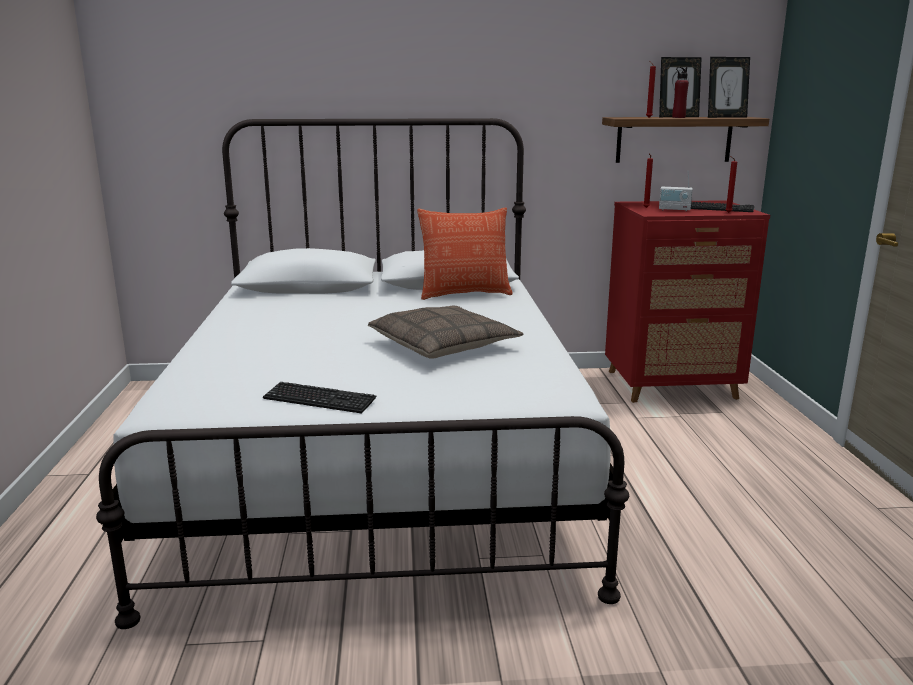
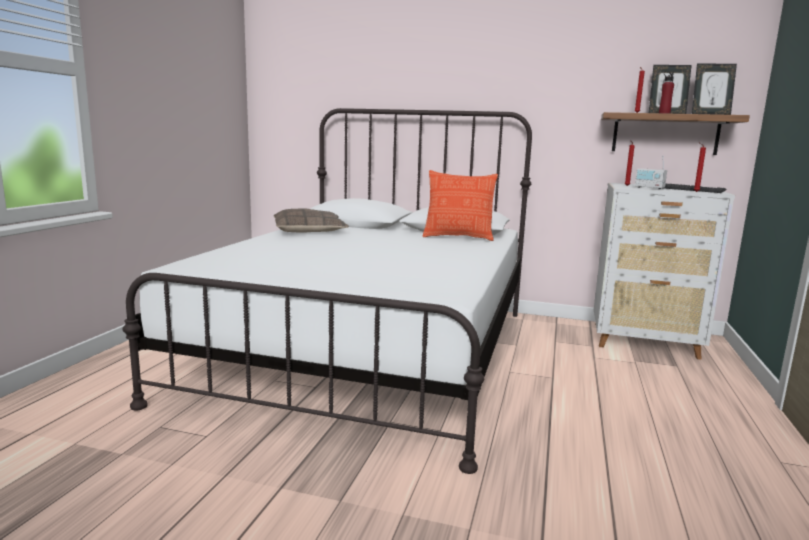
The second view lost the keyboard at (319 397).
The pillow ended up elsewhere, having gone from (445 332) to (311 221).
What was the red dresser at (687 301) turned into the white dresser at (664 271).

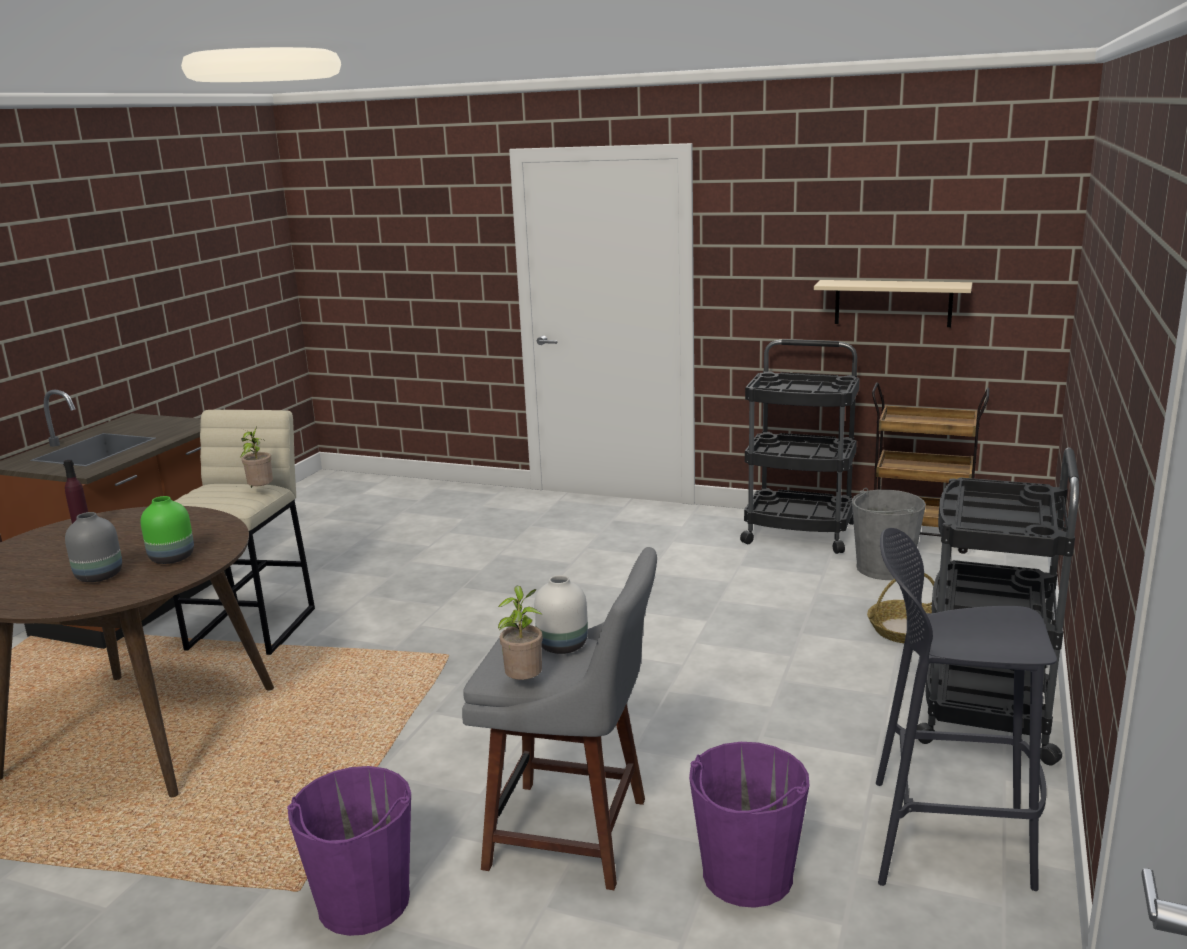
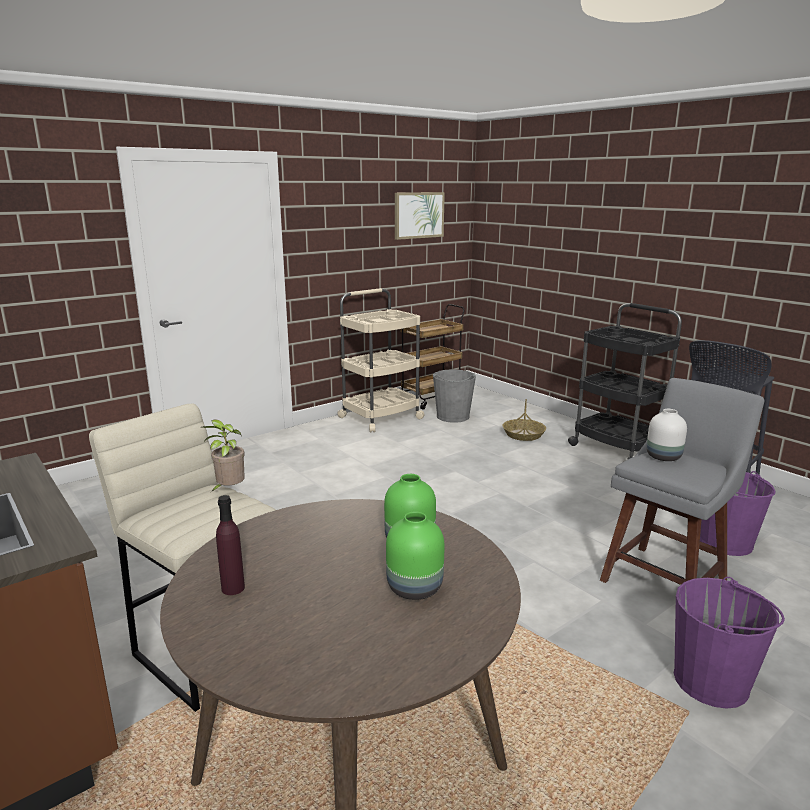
The second view lost the potted plant at (520 633).
The second view lost the beige shelf at (893 303).
The second view gained the picture at (420 216).
What was the grey vase at (93 547) turned into the green vase at (415 555).
What was the black cart at (800 446) turned into the beige cart at (381 360).

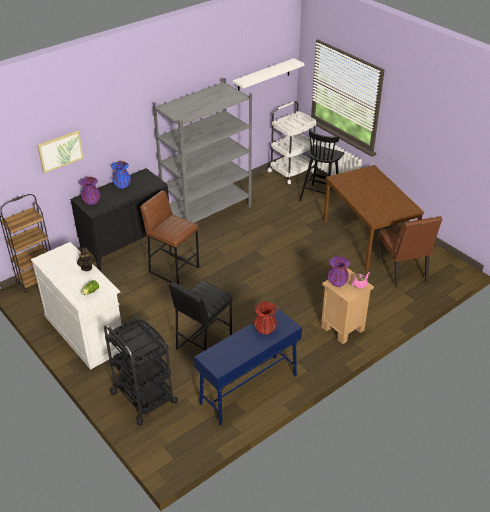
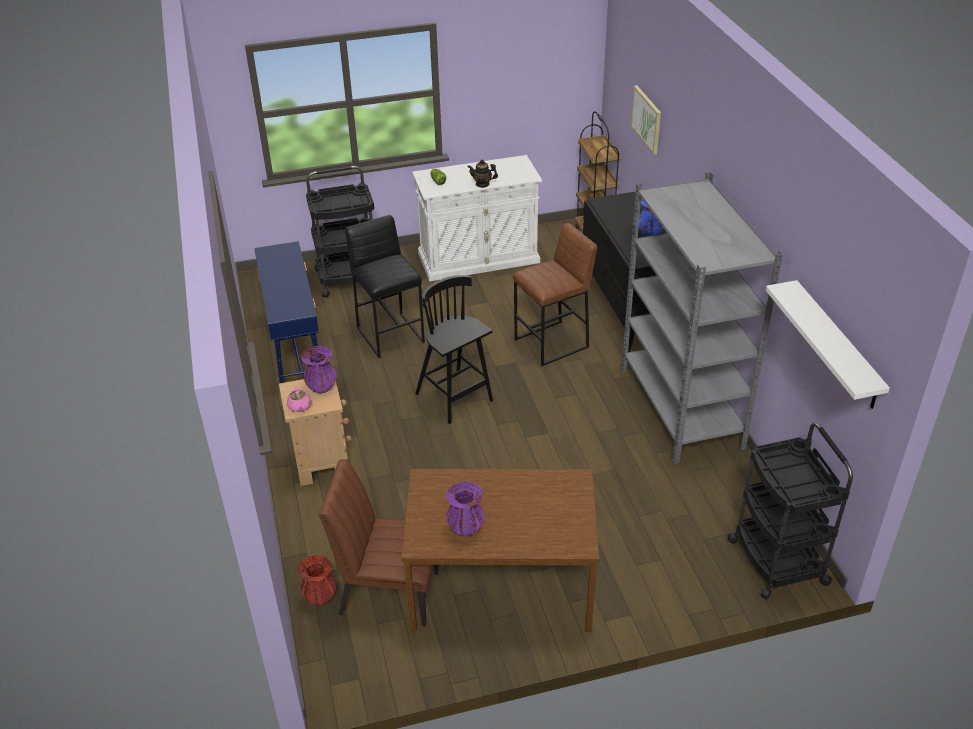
The purple vase ended up elsewhere, having gone from (89 191) to (465 509).
The red vase ended up elsewhere, having gone from (265 318) to (317 580).
The black stool ended up elsewhere, having gone from (322 165) to (454 349).
What was the white cart at (291 142) turned into the black cart at (790 511).

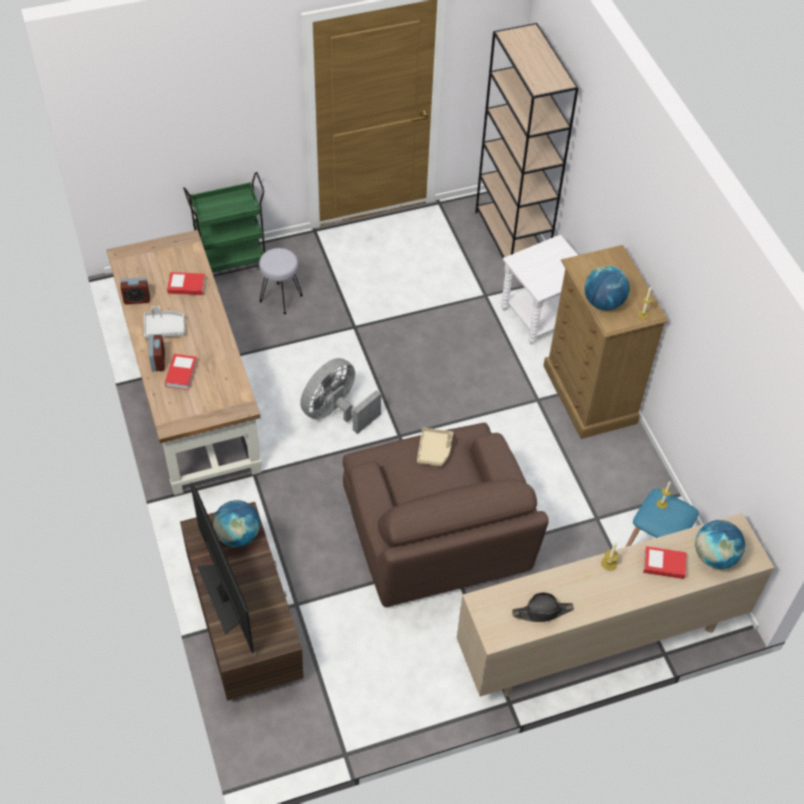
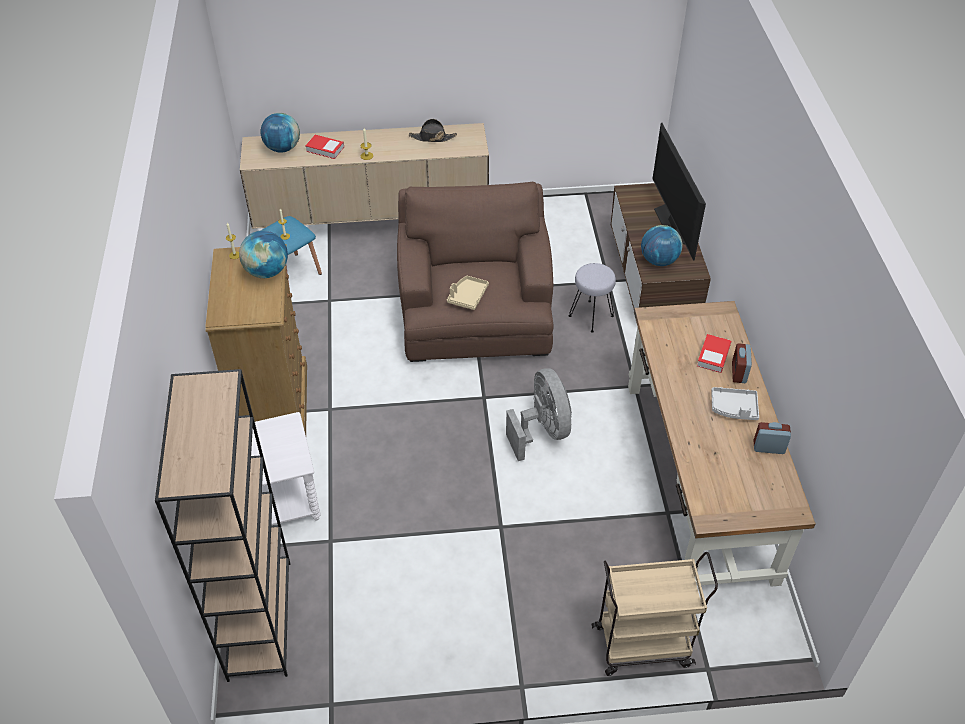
The second view lost the book at (186 283).
The grey stool ended up elsewhere, having gone from (281 281) to (592 297).
What was the green cart at (224 225) turned into the beige cart at (655 614).
The grey fan at (340 396) ended up facing another way, 75 degrees counterclockwise from before.

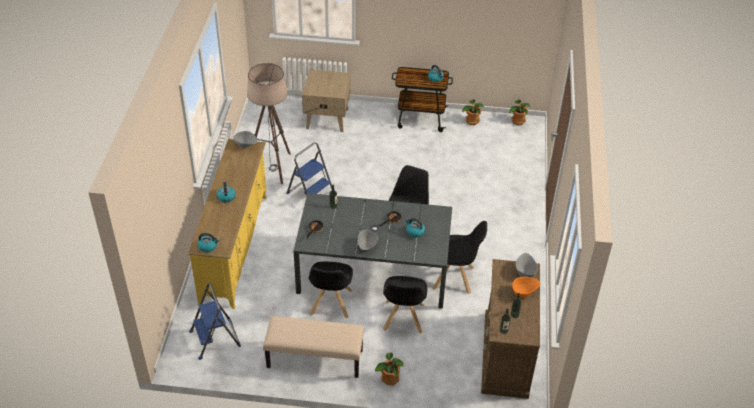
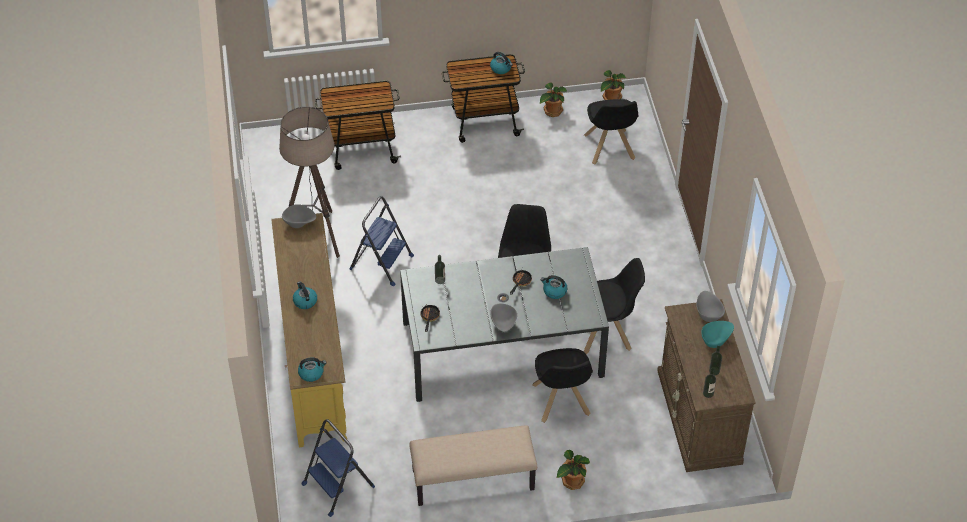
The black chair ended up elsewhere, having gone from (330 290) to (611 132).
Where the beige nightstand stood at (326 100), the cart came to stand at (358 125).
What was the orange bowl at (526 287) turned into the turquoise bowl at (717 334).

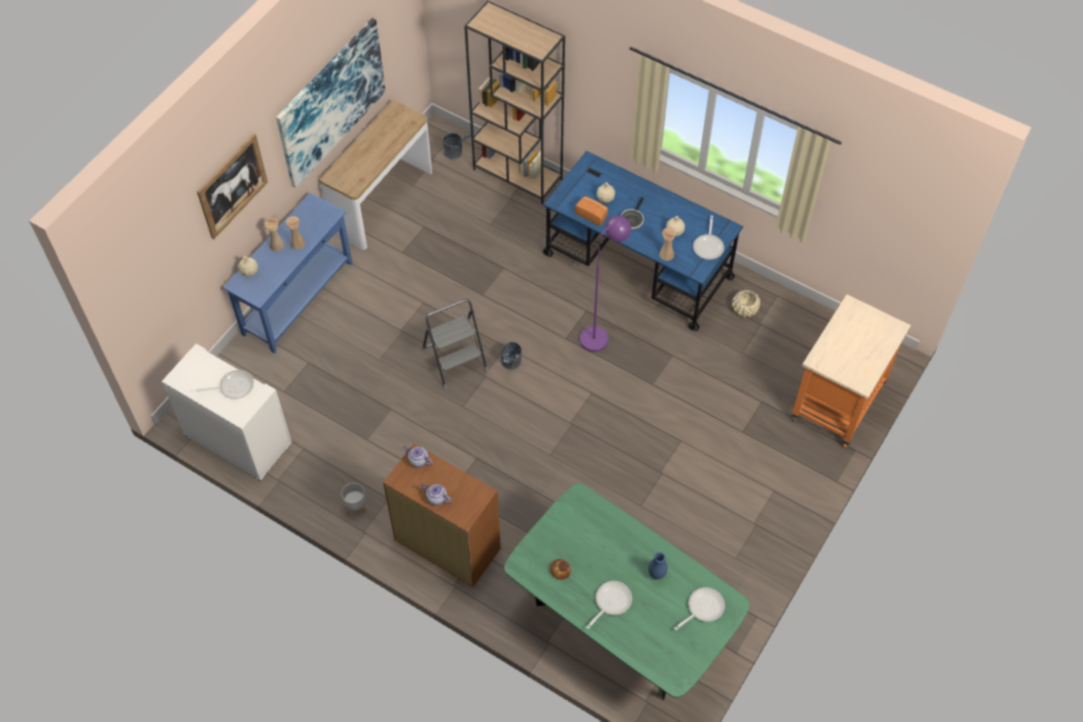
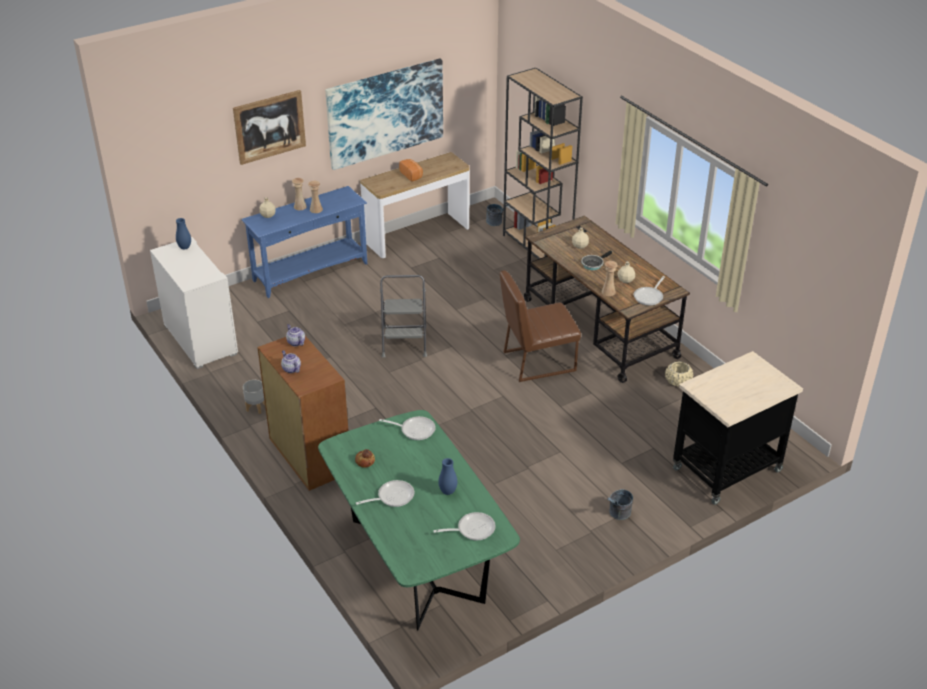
The second view gained the blue vase at (183 234).
The frying pan ended up elsewhere, having gone from (225 384) to (407 428).
The grey bucket ended up elsewhere, having gone from (511 356) to (620 504).
The bread ended up elsewhere, having gone from (591 211) to (411 170).
Where the purple floor lamp stood at (605 284), the brown chair came to stand at (540 326).
What was the blue desk at (643 241) turned into the brown desk at (607 299).
What was the orange cart at (851 371) turned into the black cart at (738 428).

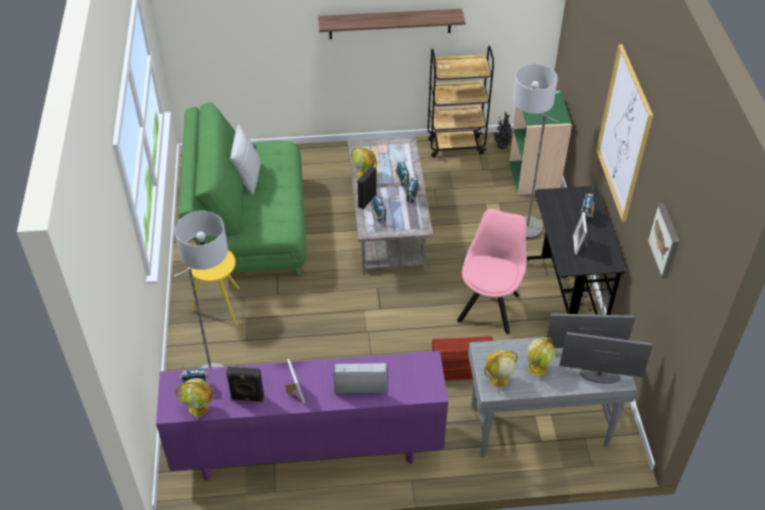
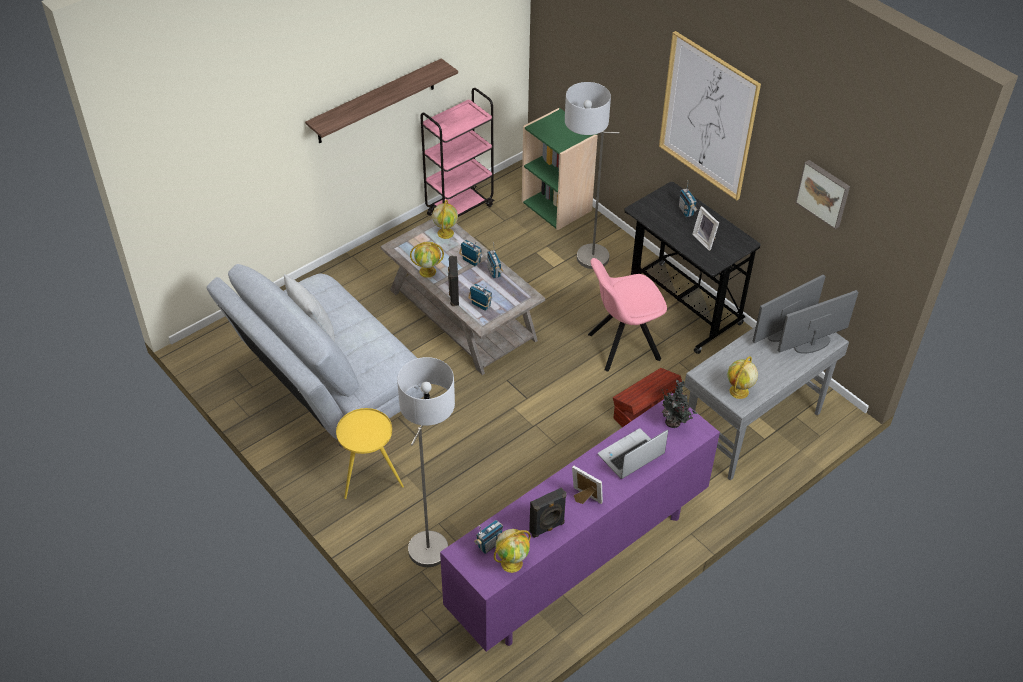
The potted plant ended up elsewhere, having gone from (503 130) to (680 404).
The globe ended up elsewhere, having gone from (541 356) to (445 219).
What was the green sofa at (242 189) turned into the grey sofa at (315 355).
What was the brown cart at (460 101) turned into the pink cart at (458 152).
The pink chair at (492 271) ended up facing another way, 90 degrees counterclockwise from before.

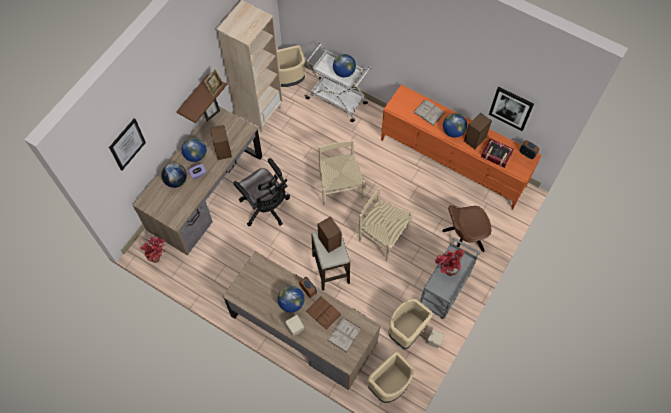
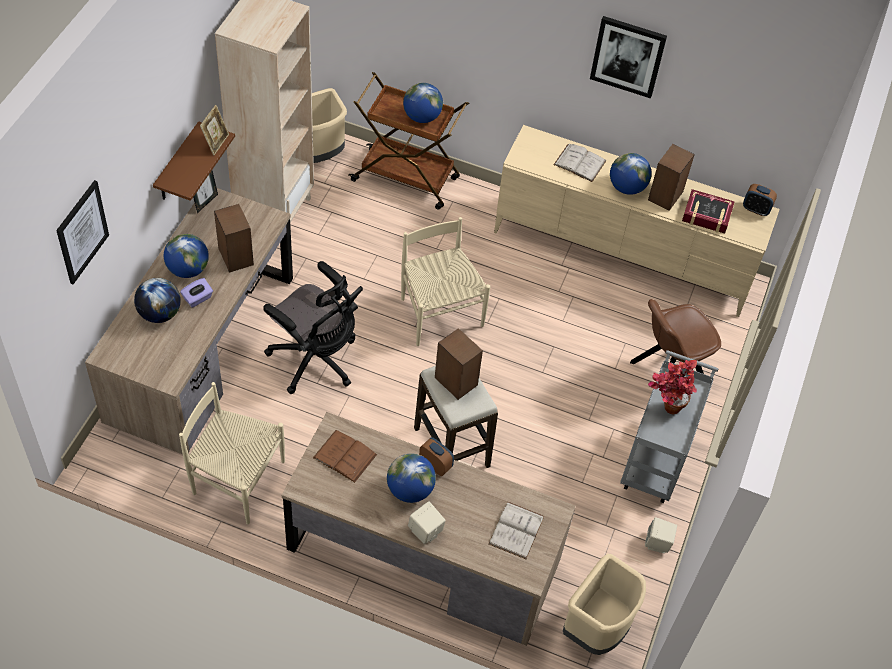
The second view lost the potted plant at (152 250).
The second view lost the beige trash can at (411 324).
The brown book ended up elsewhere, having gone from (323 313) to (345 456).
The beige chair ended up elsewhere, having gone from (385 224) to (232 453).
The picture ended up elsewhere, having gone from (511 108) to (628 57).
What was the white cart at (337 82) turned into the brown cart at (408 141).
What was the orange cabinet at (461 147) turned into the beige cabinet at (637 221).

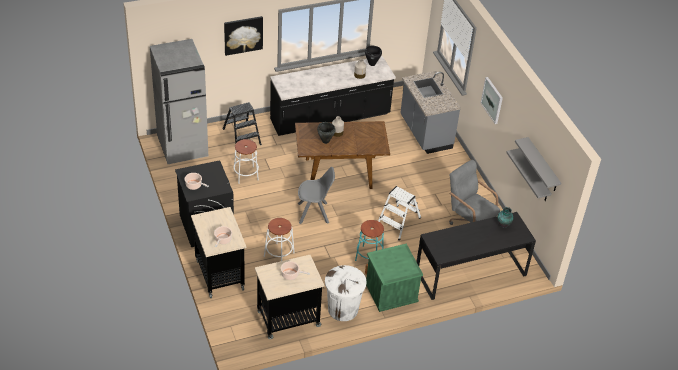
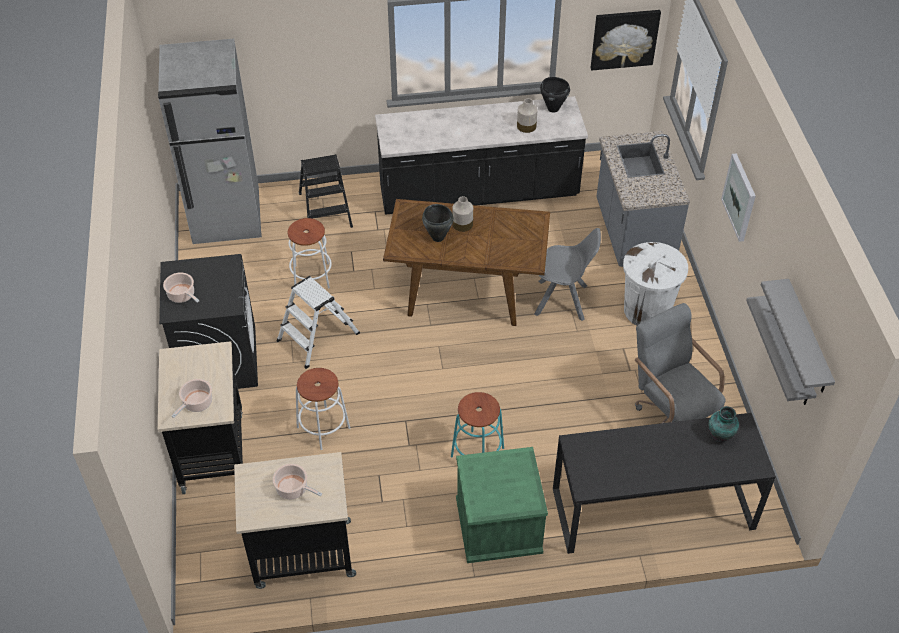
The picture ended up elsewhere, having gone from (243 36) to (626 40).
The grey chair ended up elsewhere, having gone from (316 195) to (567 274).
The white trash can ended up elsewhere, having gone from (345 293) to (655 284).
The white step ladder ended up elsewhere, having gone from (399 213) to (318 322).

